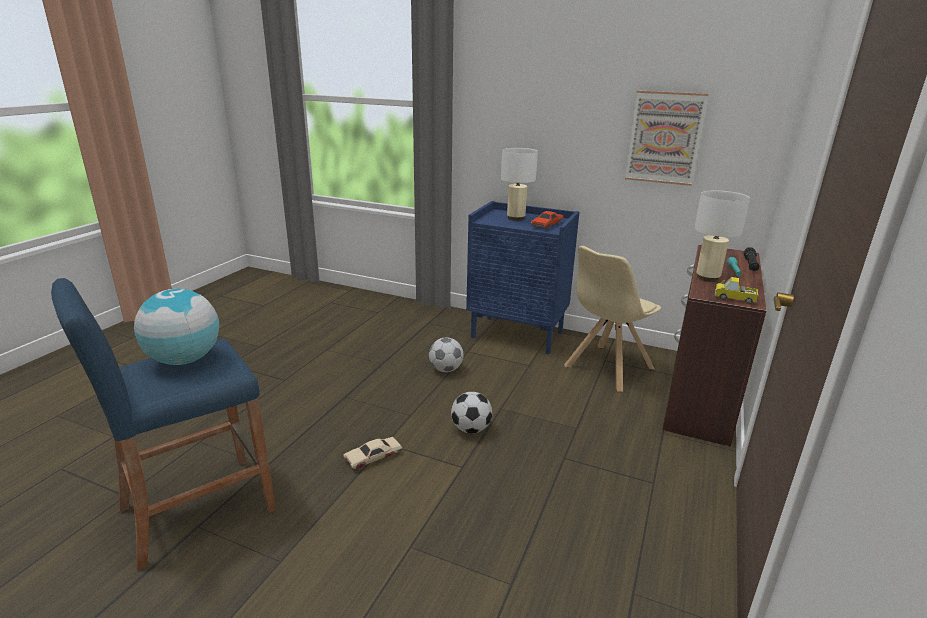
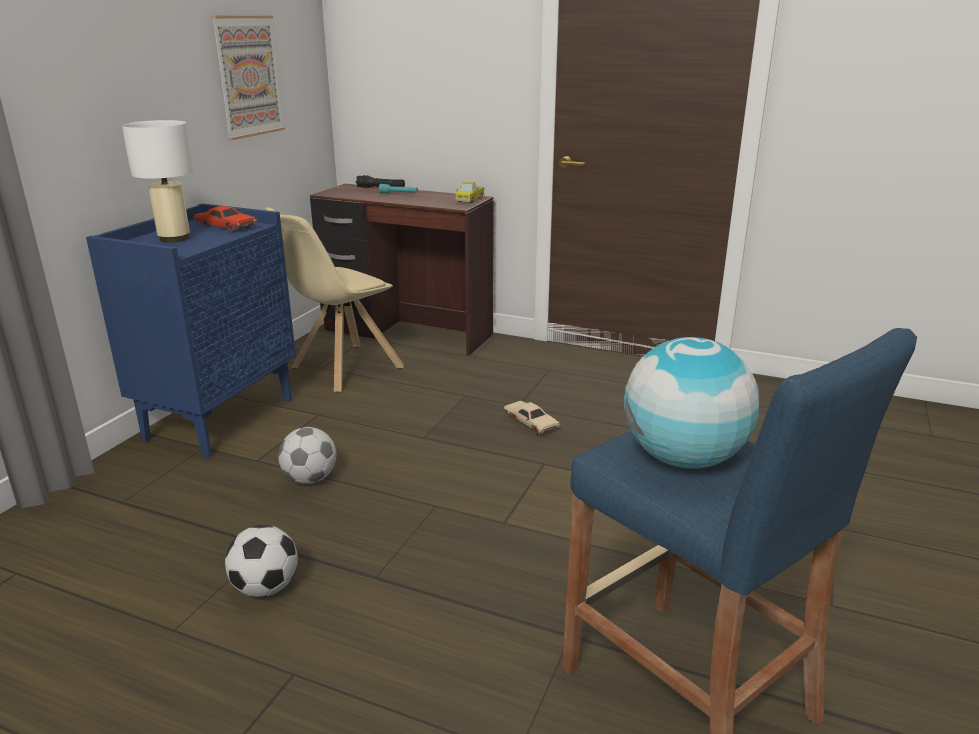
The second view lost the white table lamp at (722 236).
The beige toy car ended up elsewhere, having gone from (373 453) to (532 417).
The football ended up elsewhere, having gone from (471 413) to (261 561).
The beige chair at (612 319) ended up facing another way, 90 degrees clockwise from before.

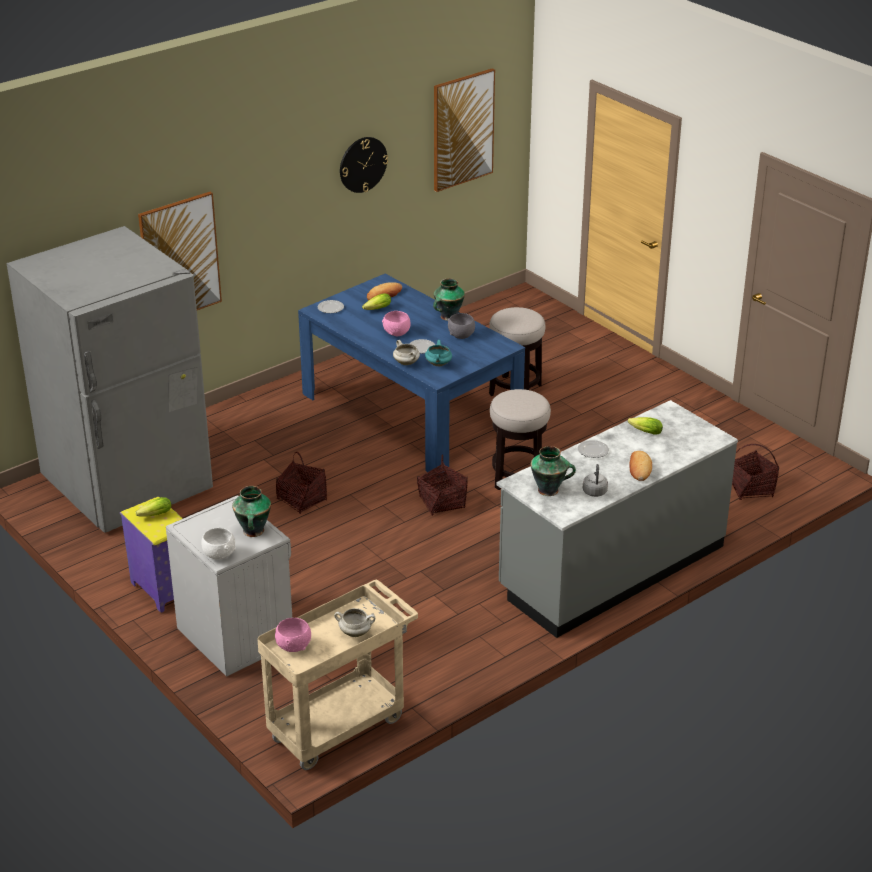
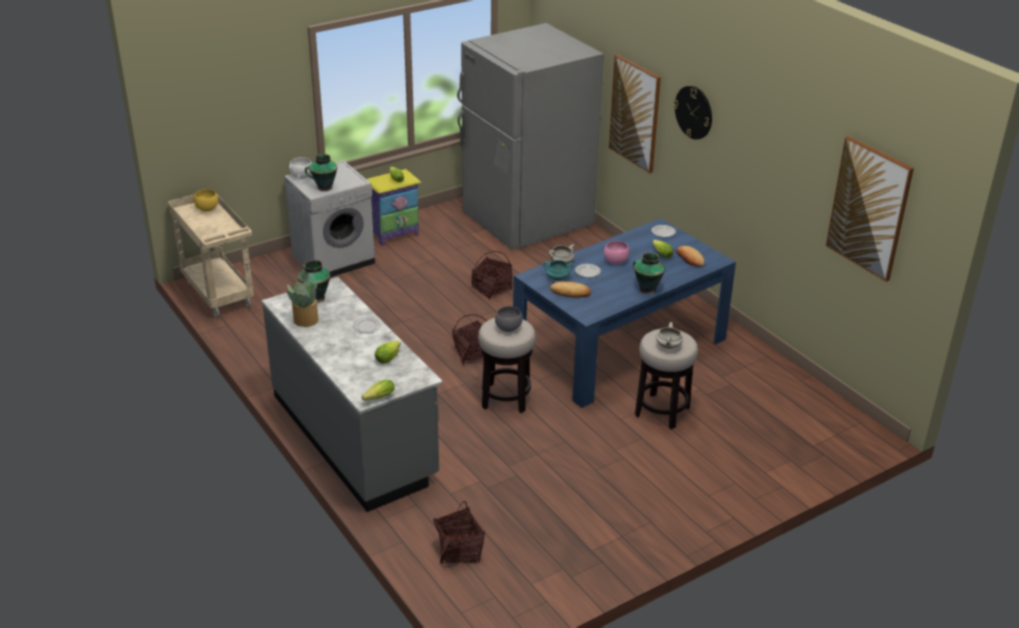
The second view gained the lettuce at (378 390).
The white cooking pot ended up elsewhere, having gone from (354 622) to (669 335).
The wall clock ended up elsewhere, having gone from (364 165) to (693 113).
The grey bowl ended up elsewhere, having gone from (461 326) to (509 319).
The bread ended up elsewhere, having gone from (640 466) to (570 289).
Where the grey kettle stood at (595 480), the potted plant came to stand at (302 304).
What was the pink bowl at (293 635) turned into the yellow bowl at (206 200).

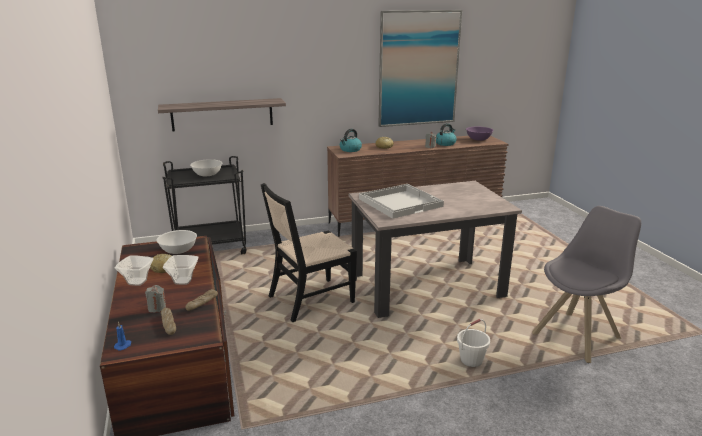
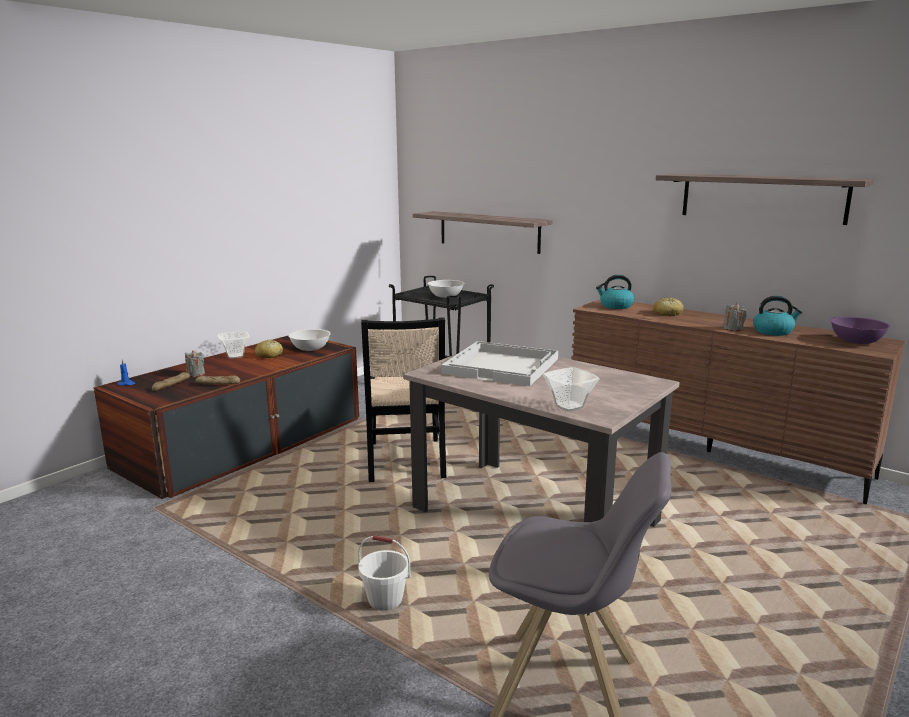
The bowl ended up elsewhere, having gone from (180 270) to (571 389).
Where the picture hung at (420 68), the shelf came to hang at (765 199).
The chair at (309 252) ended up facing another way, 120 degrees counterclockwise from before.

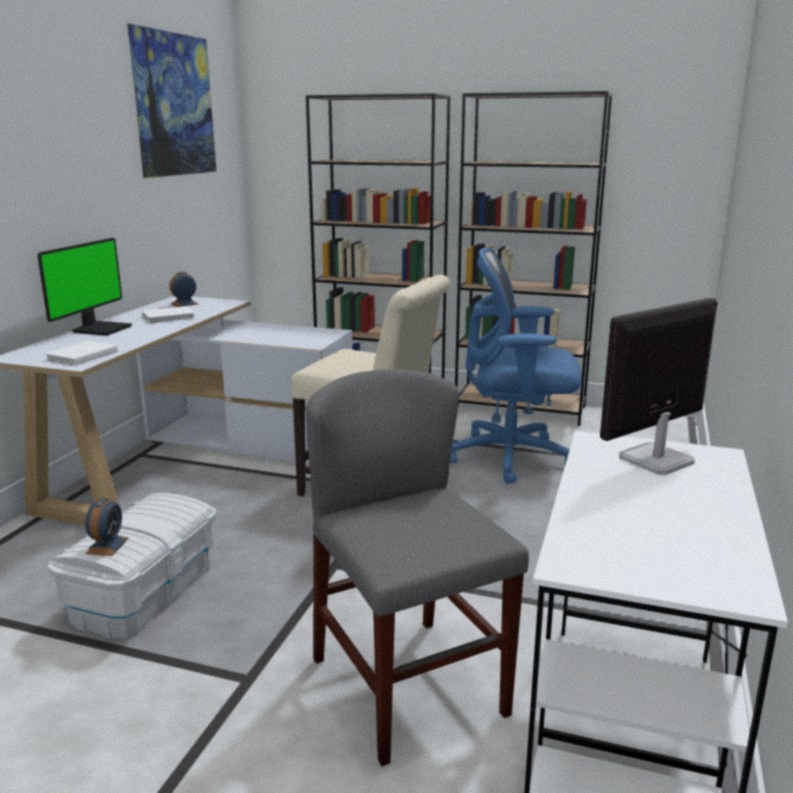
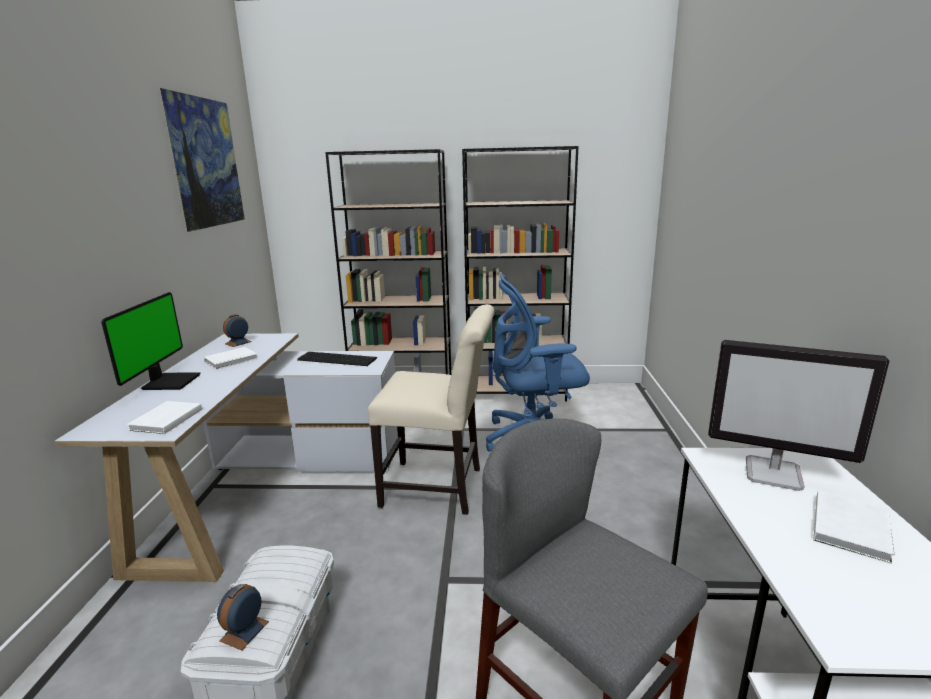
The second view gained the keyboard at (337 359).
The second view gained the white book at (854 527).
The alarm clock at (107 527) ended up facing another way, 150 degrees counterclockwise from before.
The monitor at (658 386) ended up facing another way, 105 degrees counterclockwise from before.

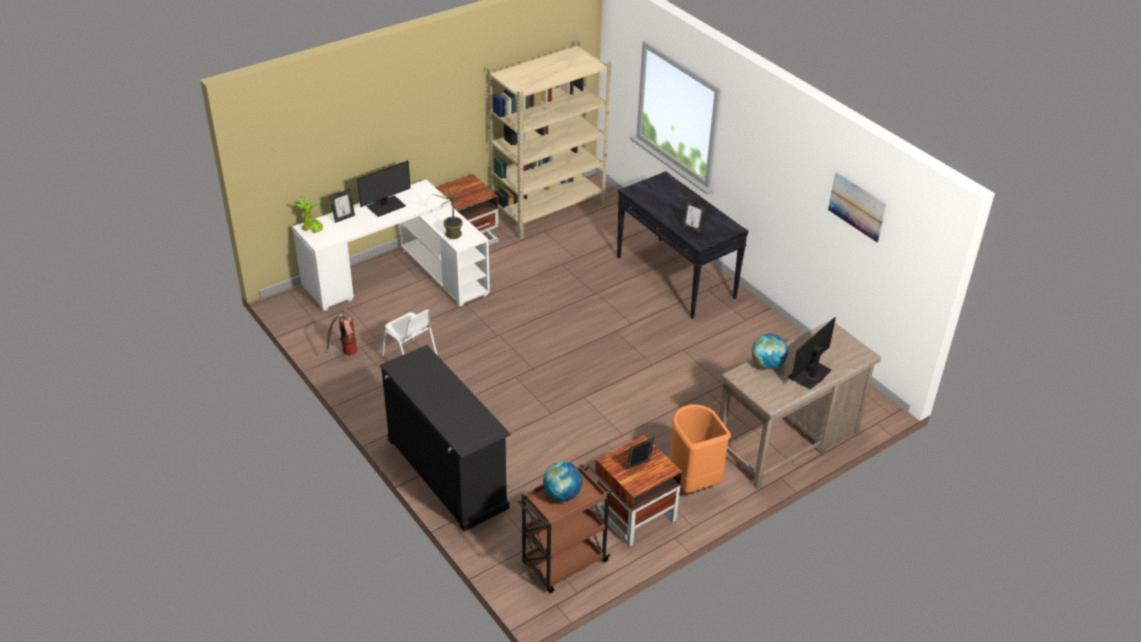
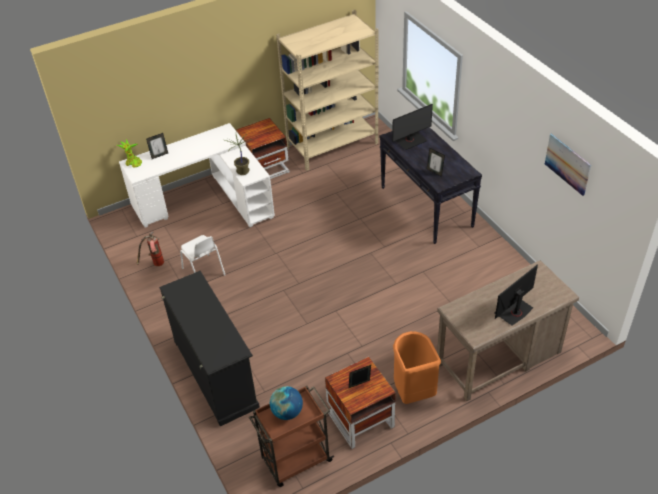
The second view lost the globe at (770 351).
The monitor ended up elsewhere, having gone from (383 188) to (412 127).

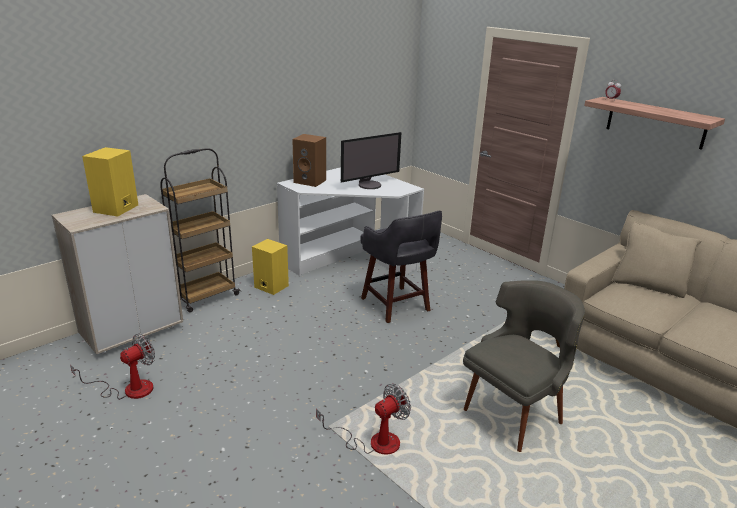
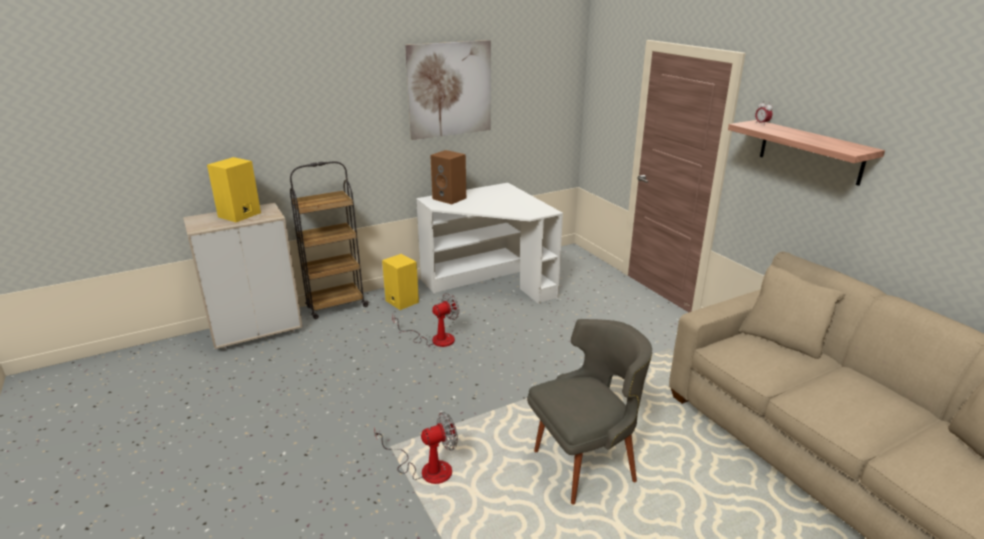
The second view lost the monitor at (371 160).
The second view lost the grey stool at (401 267).
The second view gained the picture at (448 90).
The fan ended up elsewhere, having gone from (112 366) to (425 320).

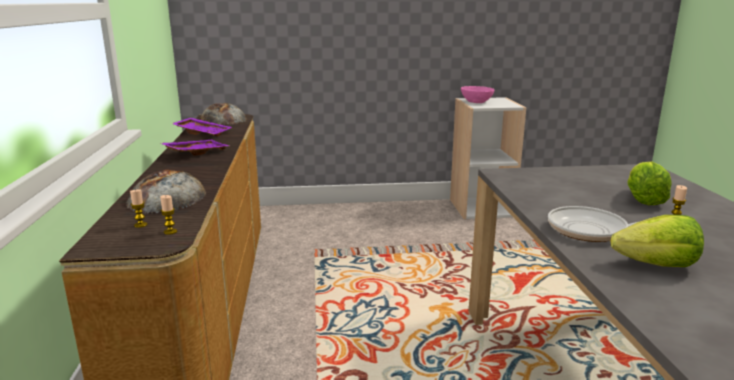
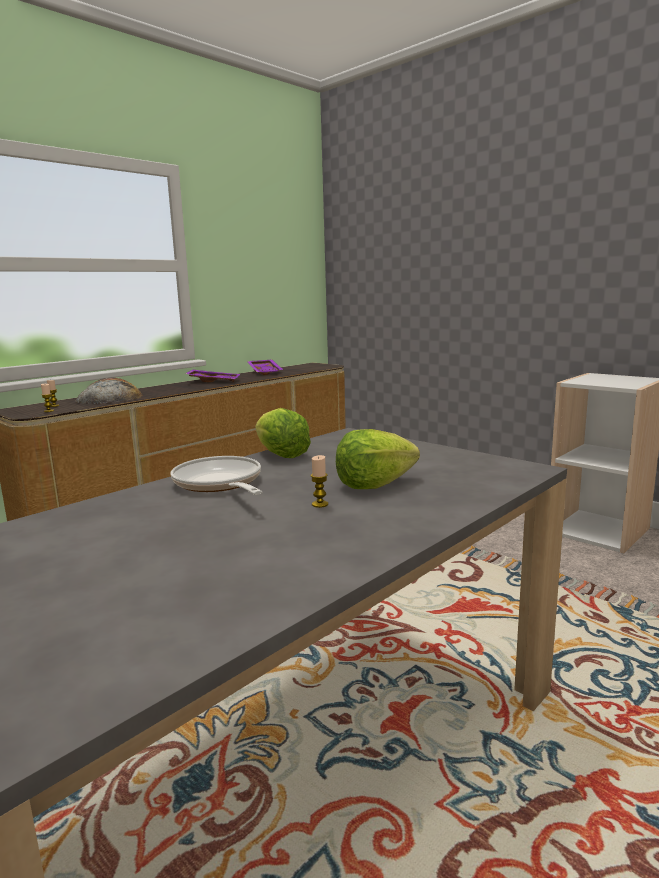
The second view lost the bread at (223 114).
The second view lost the pink bowl at (477 94).
The lettuce ended up elsewhere, having gone from (657 241) to (283 433).

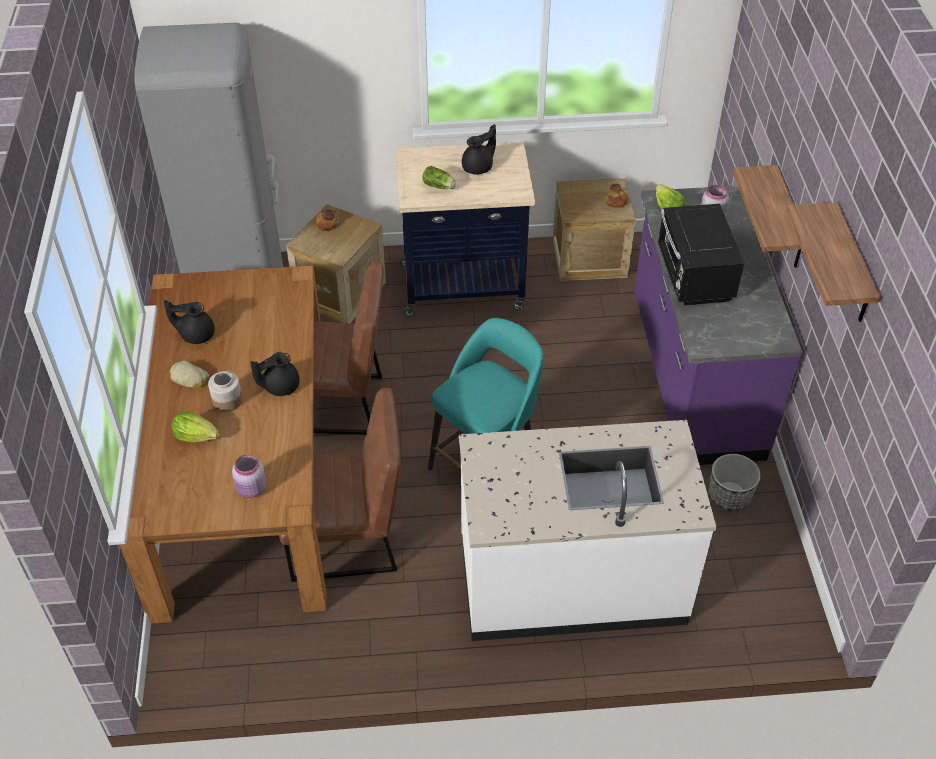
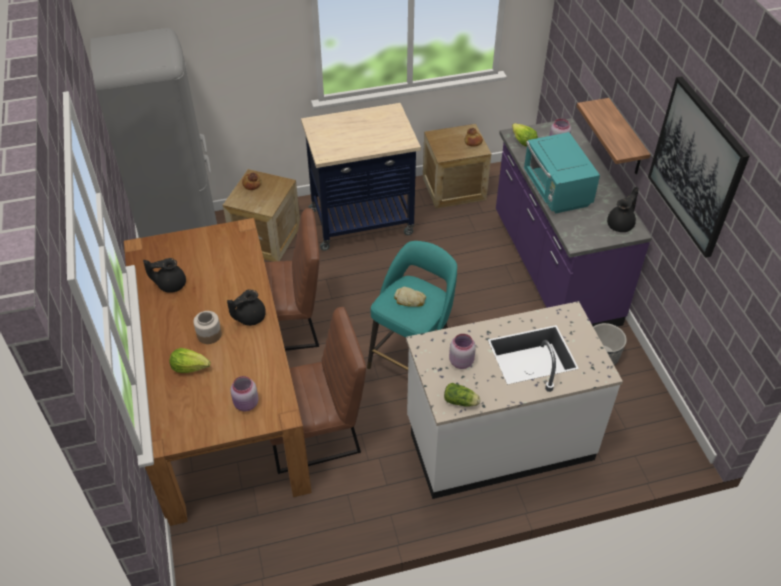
The second view gained the pink jar at (462 351).
The bread ended up elsewhere, having gone from (189 374) to (410 296).
The lettuce ended up elsewhere, having gone from (439 177) to (462 395).
The black teapot ended up elsewhere, having gone from (479 149) to (623 209).
Where the shelf hung at (833 262), the picture came to hang at (699 167).
What was the black microwave at (701 254) turned into the turquoise microwave at (562 173).

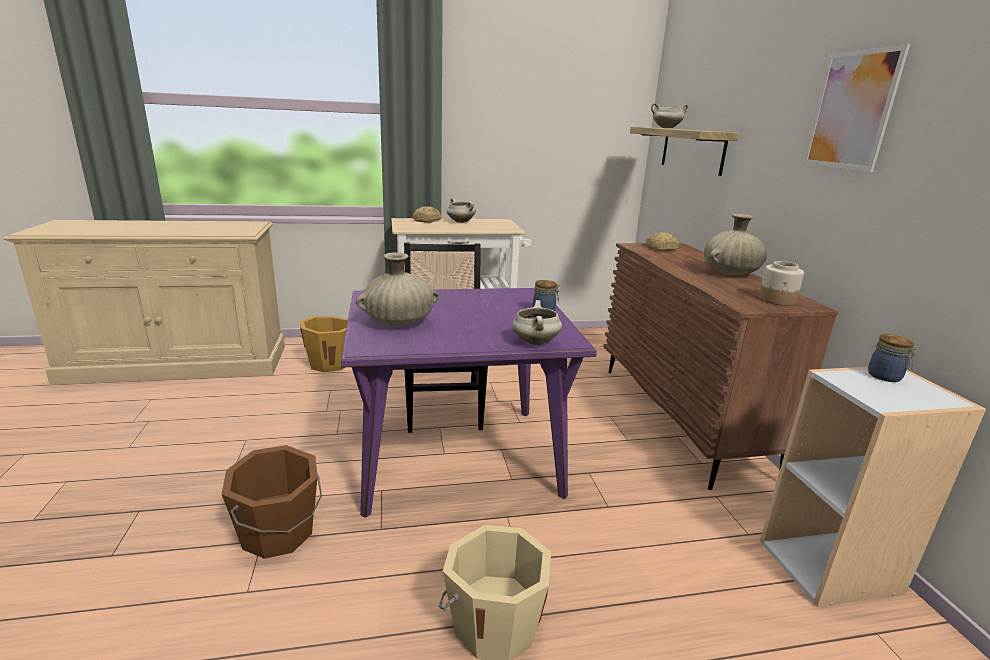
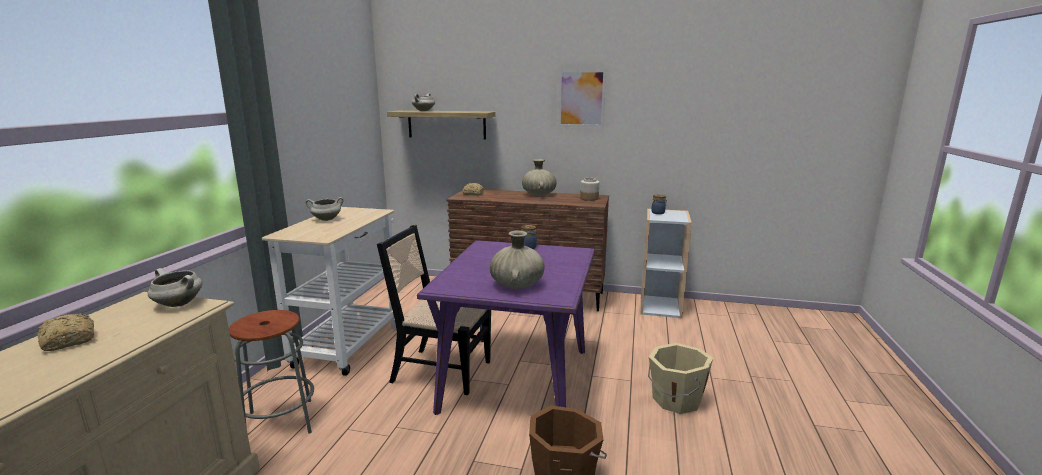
The bread ended up elsewhere, having gone from (426 214) to (65 332).
The white cooking pot ended up elsewhere, having gone from (537 322) to (175 287).
Where the orange bucket stood at (324 344), the grey stool came to stand at (271 371).

